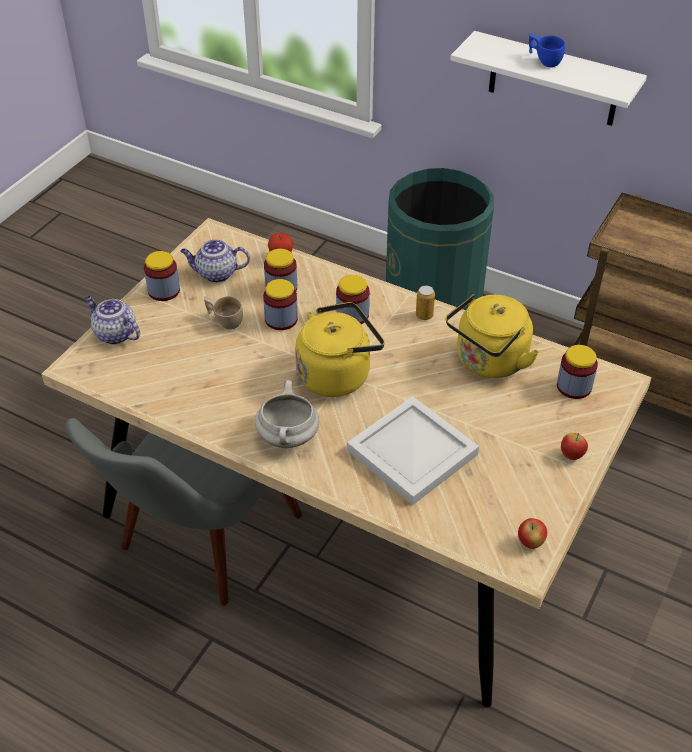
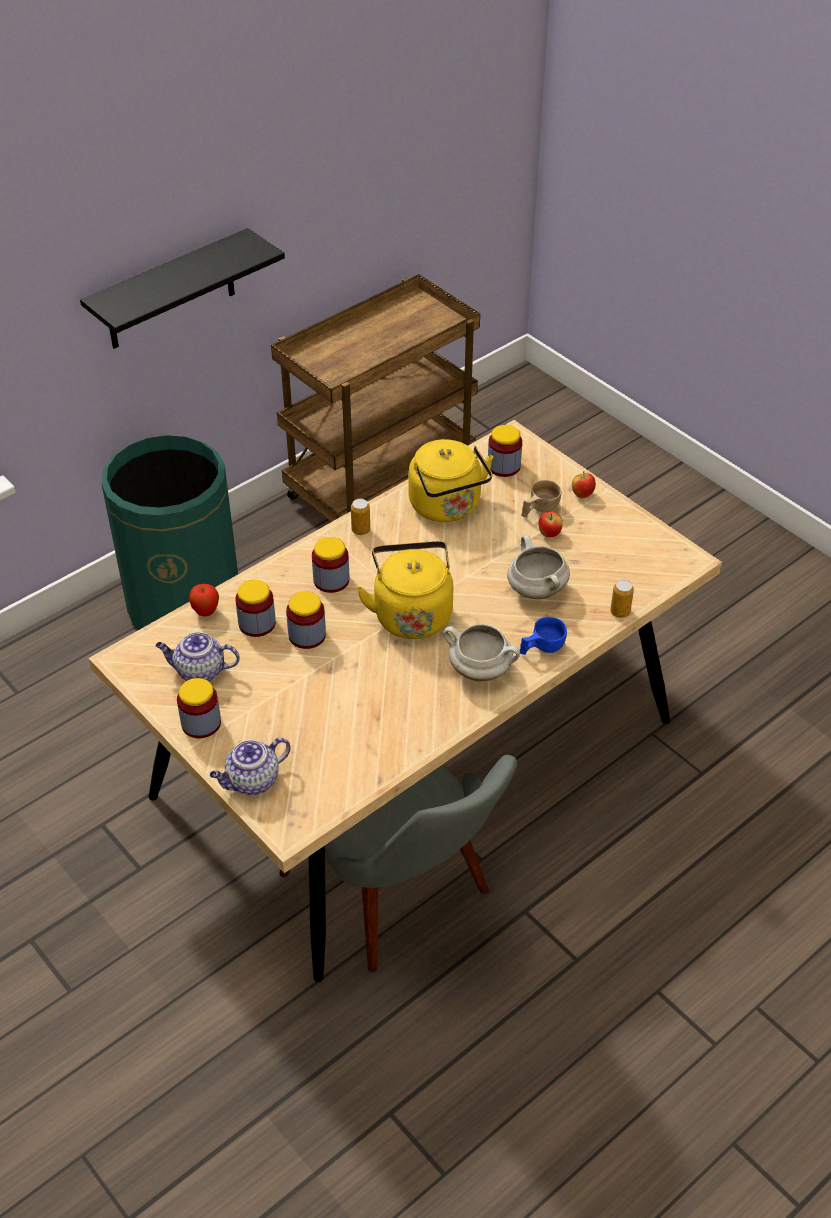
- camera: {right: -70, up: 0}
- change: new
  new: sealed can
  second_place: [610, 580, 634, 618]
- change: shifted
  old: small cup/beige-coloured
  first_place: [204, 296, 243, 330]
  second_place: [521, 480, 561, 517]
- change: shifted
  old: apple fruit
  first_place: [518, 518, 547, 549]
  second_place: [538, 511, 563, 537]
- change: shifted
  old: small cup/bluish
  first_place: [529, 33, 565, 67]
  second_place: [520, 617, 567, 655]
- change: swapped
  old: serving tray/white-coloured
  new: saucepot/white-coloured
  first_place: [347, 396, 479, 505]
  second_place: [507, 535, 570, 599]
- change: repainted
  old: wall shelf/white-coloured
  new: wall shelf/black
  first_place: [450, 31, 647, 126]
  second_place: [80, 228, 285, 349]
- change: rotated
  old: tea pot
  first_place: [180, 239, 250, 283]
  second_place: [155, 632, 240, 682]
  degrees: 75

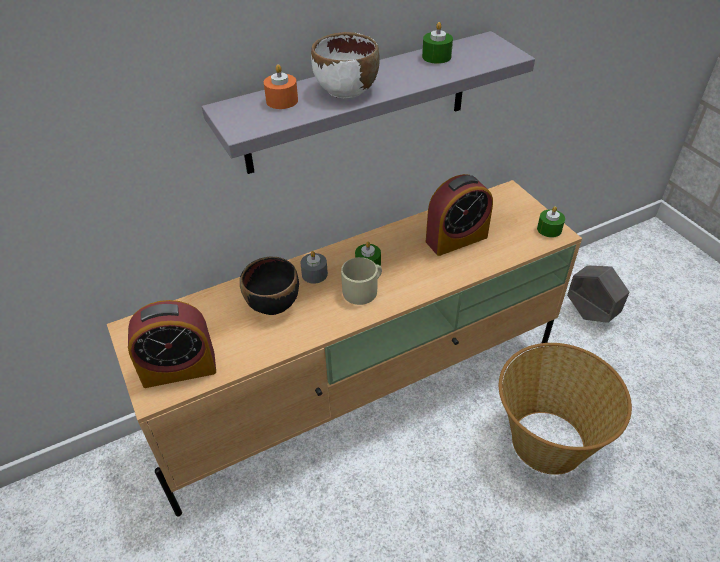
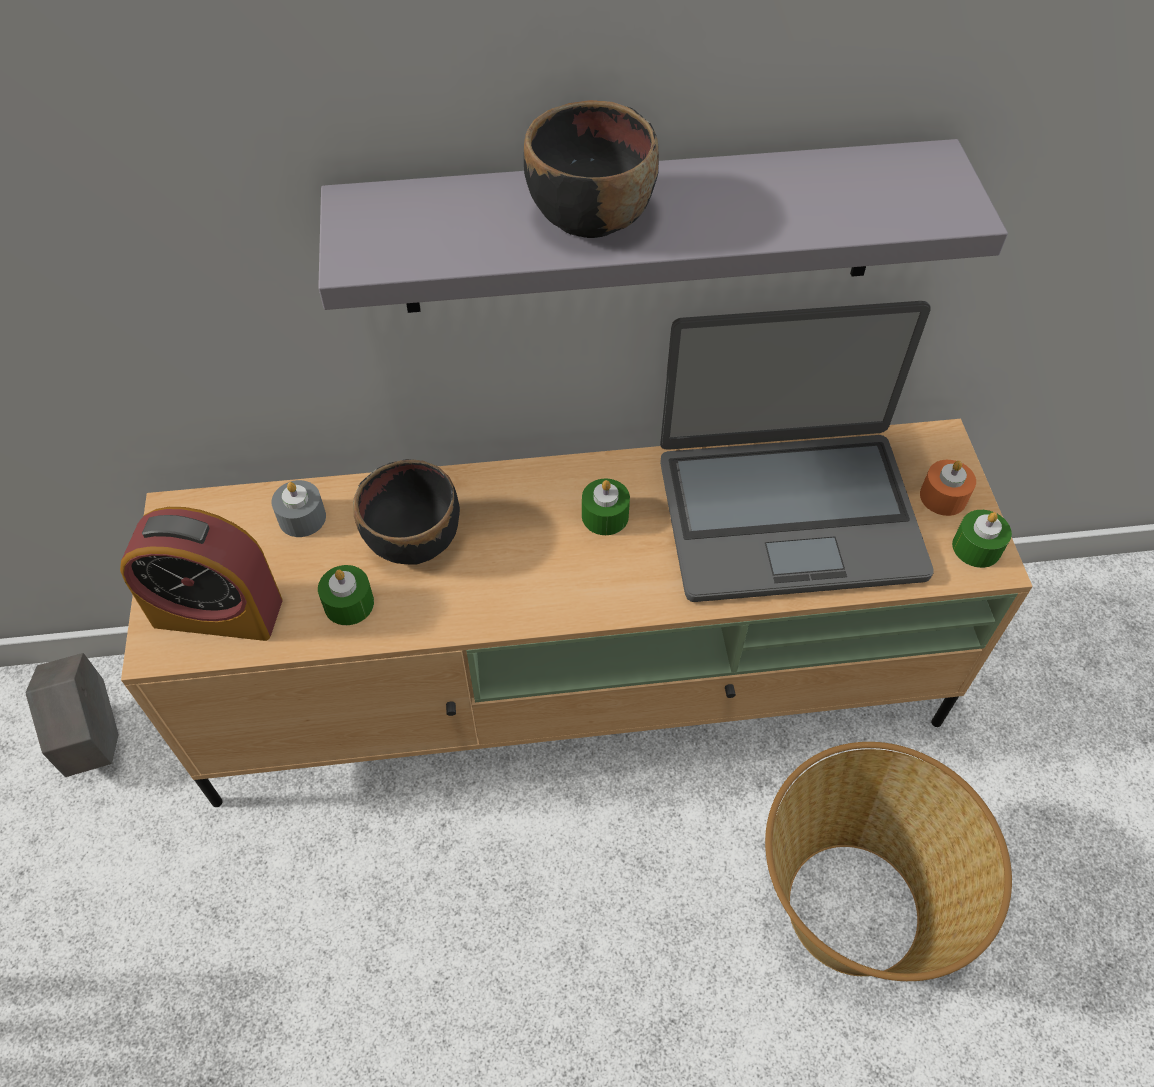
- camera: {right: 20, up: 10}
- change: gone
  old: coffee mug/beige-coloured
  first_place: [341, 257, 382, 305]
- change: shifted
  old: candle/orange
  first_place: [264, 64, 298, 109]
  second_place: [920, 460, 976, 516]
- change: shifted
  old: candle/greyish
  first_place: [300, 251, 328, 284]
  second_place: [271, 480, 326, 537]
- change: shifted
  old: candle/greenish
  first_place: [422, 22, 453, 64]
  second_place: [318, 565, 374, 625]
- change: shifted
  old: flower pot/greyish
  first_place: [567, 265, 629, 323]
  second_place: [26, 653, 118, 777]
- change: swapped
  old: alarm clock
  new: notebook computer
  first_place: [426, 174, 493, 256]
  second_place: [660, 301, 934, 602]
- change: repainted
  old: deep dish/white-coloured
  new: deep dish/black
  first_place: [311, 32, 380, 98]
  second_place: [524, 100, 659, 238]

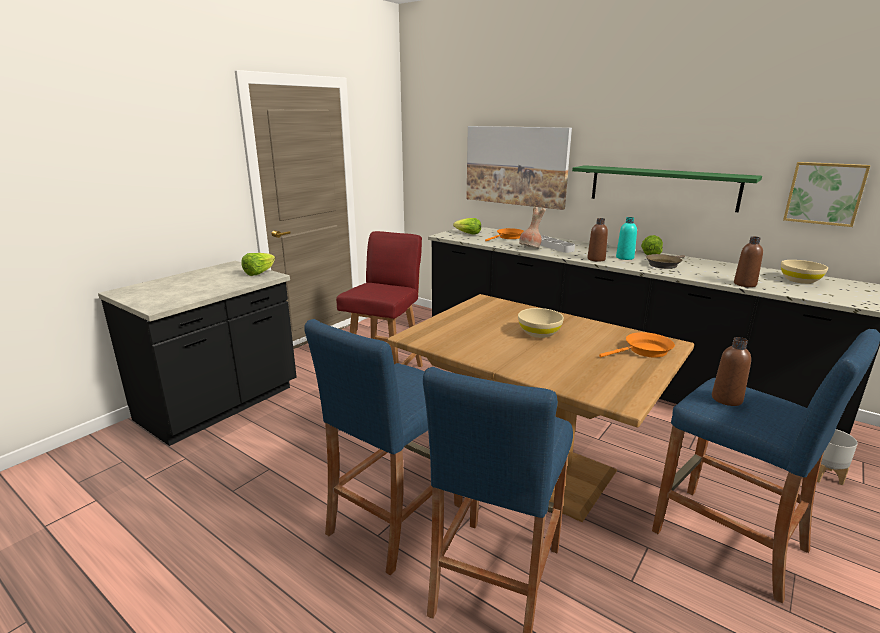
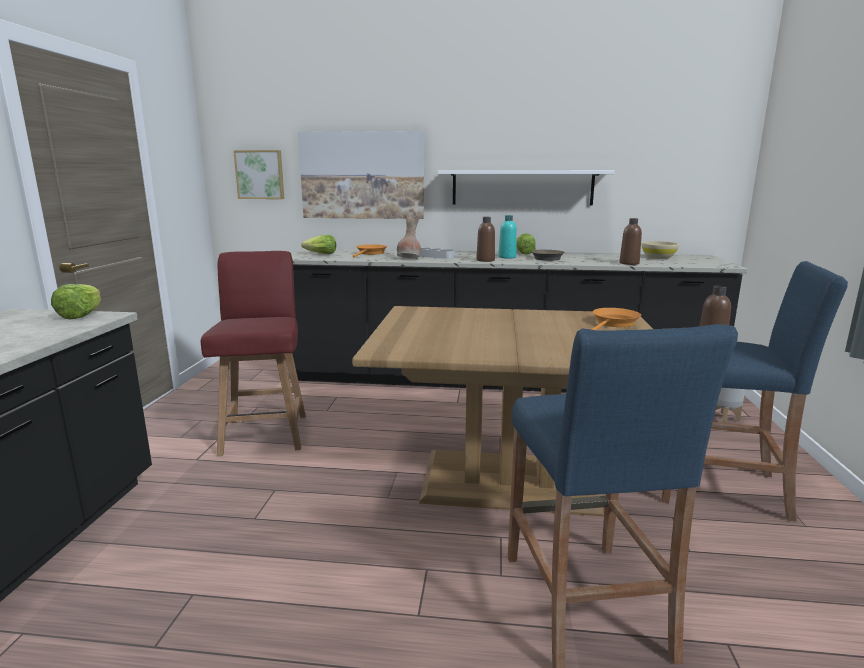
- camera: {right: -30, up: -5}
- change: gone
  old: sitting stool/bluish
  first_place: [304, 319, 462, 576]
- change: gone
  old: deep dish/beige-coloured
  first_place: [518, 308, 564, 338]
- change: shifted
  old: wall picture
  first_place: [783, 162, 870, 227]
  second_place: [233, 150, 284, 199]
- change: repainted
  old: wall shelf/greenish
  new: wall shelf/white-coloured
  first_place: [572, 165, 762, 212]
  second_place: [438, 170, 615, 205]

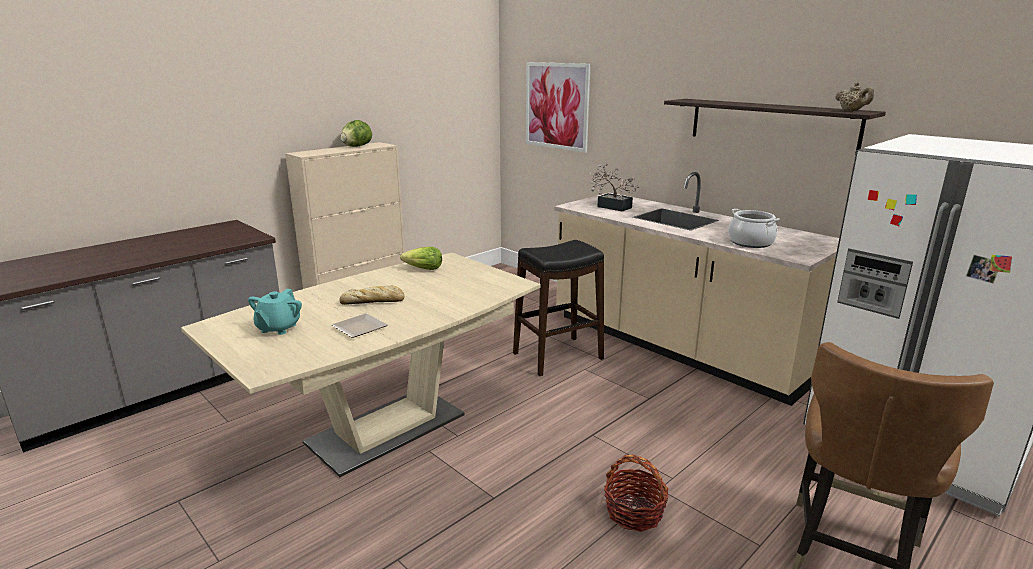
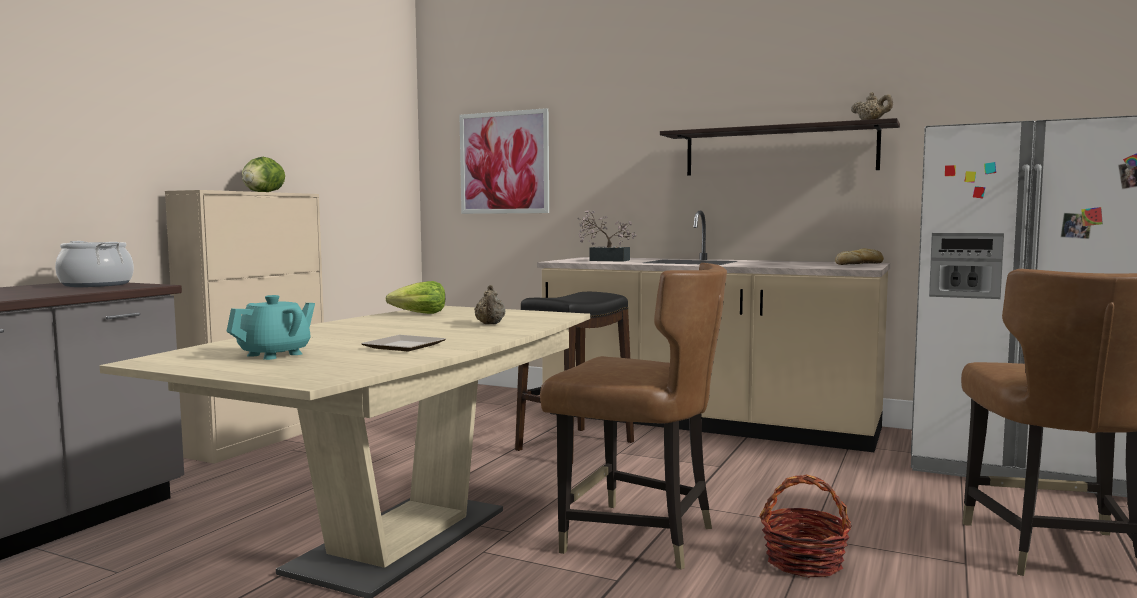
- camera: {right: -20, up: -15}
- change: new
  new: tea pot/beige-coloured
  second_place: [474, 285, 505, 324]
- change: new
  new: chair/brown
  second_place: [540, 263, 727, 570]
- change: shifted
  old: bread
  first_place: [340, 286, 404, 305]
  second_place: [835, 248, 884, 265]
- change: shifted
  old: saucepot
  first_place: [728, 209, 779, 248]
  second_place: [55, 241, 134, 287]
- change: rotated
  old: tea pot/turquoise
  first_place: [248, 289, 302, 335]
  second_place: [226, 295, 315, 360]
  degrees: -135

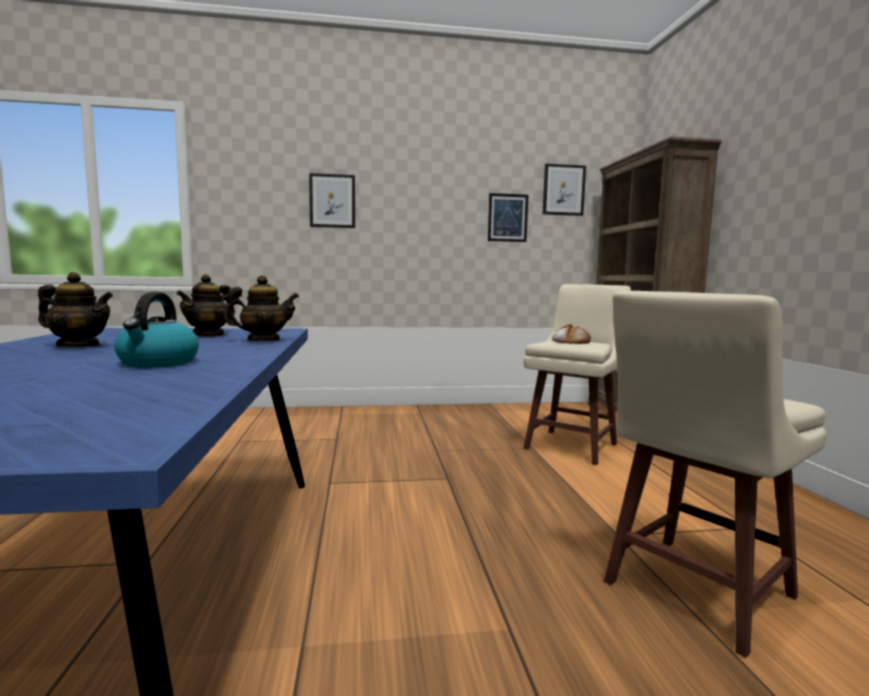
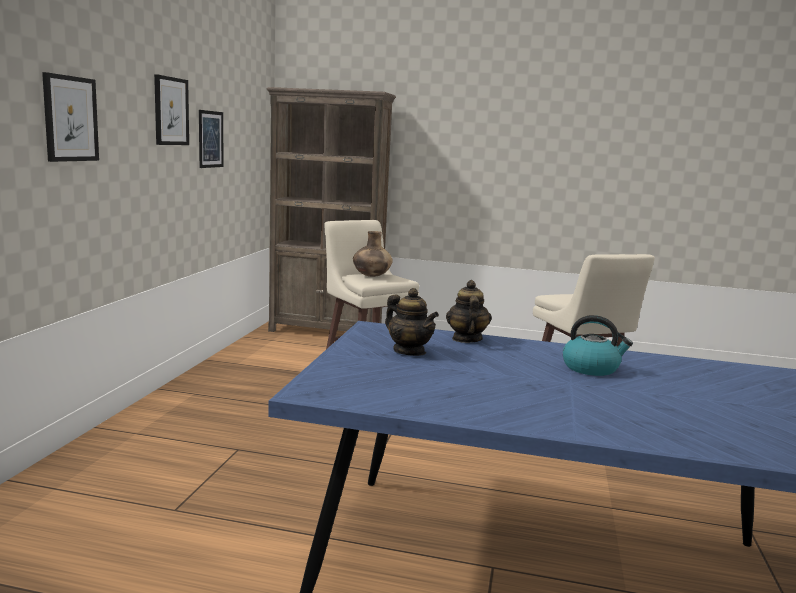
- camera: {right: -70, up: 5}
- change: gone
  old: tea pot
  first_place: [38, 272, 113, 347]
- change: shifted
  old: wall picture
  first_place: [543, 164, 586, 216]
  second_place: [154, 74, 189, 145]
- change: swapped
  old: bread
  new: vase/brown
  first_place: [552, 324, 591, 344]
  second_place: [353, 231, 393, 277]

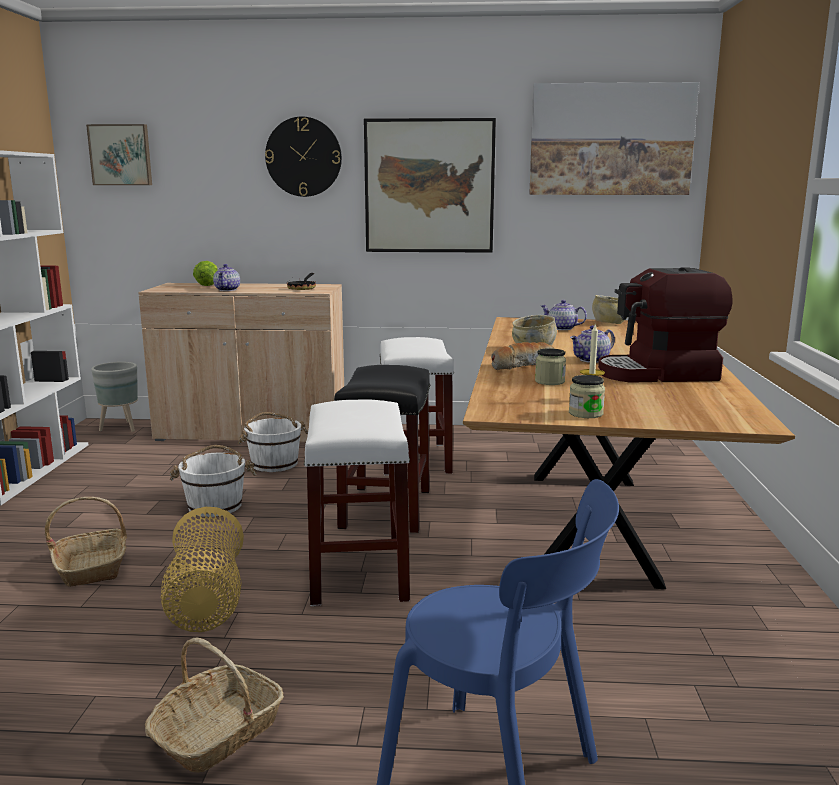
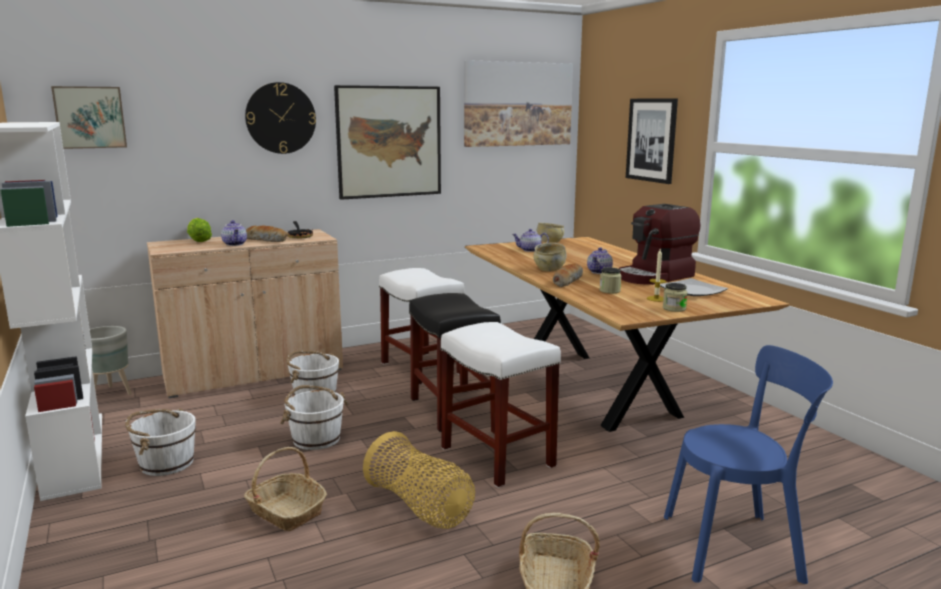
- camera: {right: -30, up: 0}
- change: new
  new: water bucket/white-coloured
  second_place: [125, 408, 196, 476]
- change: new
  new: bread
  second_place: [246, 225, 288, 242]
- change: new
  new: wall picture
  second_place: [626, 98, 678, 184]
- change: new
  new: plate
  second_place: [660, 278, 728, 296]

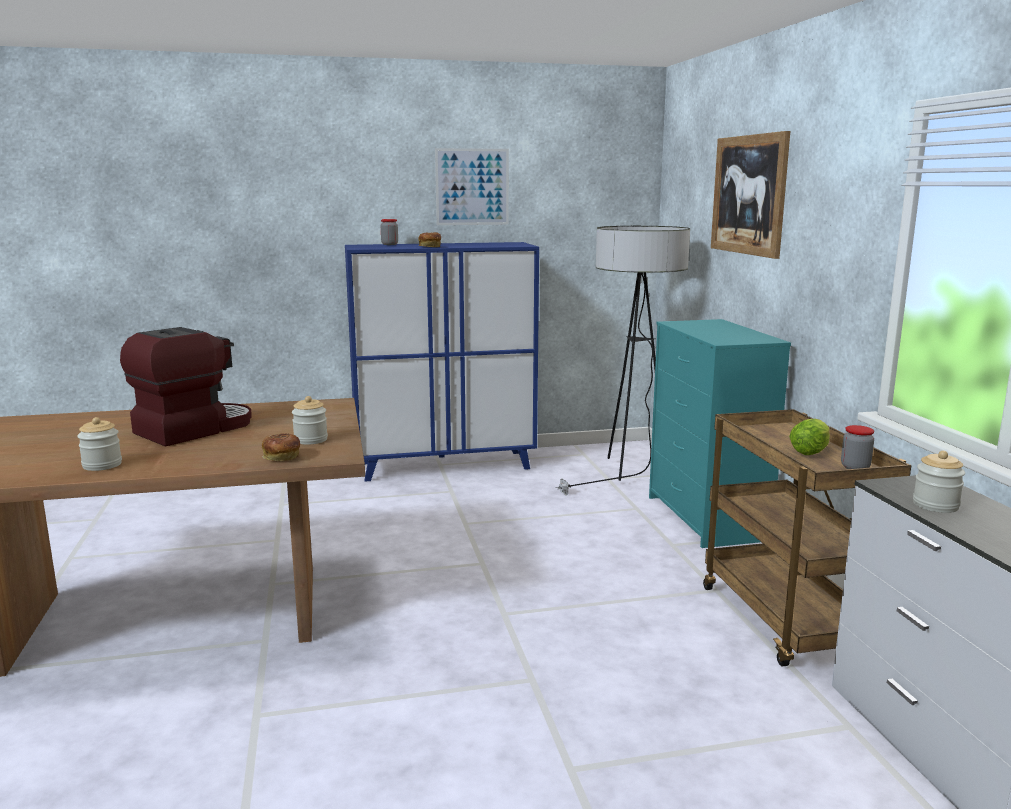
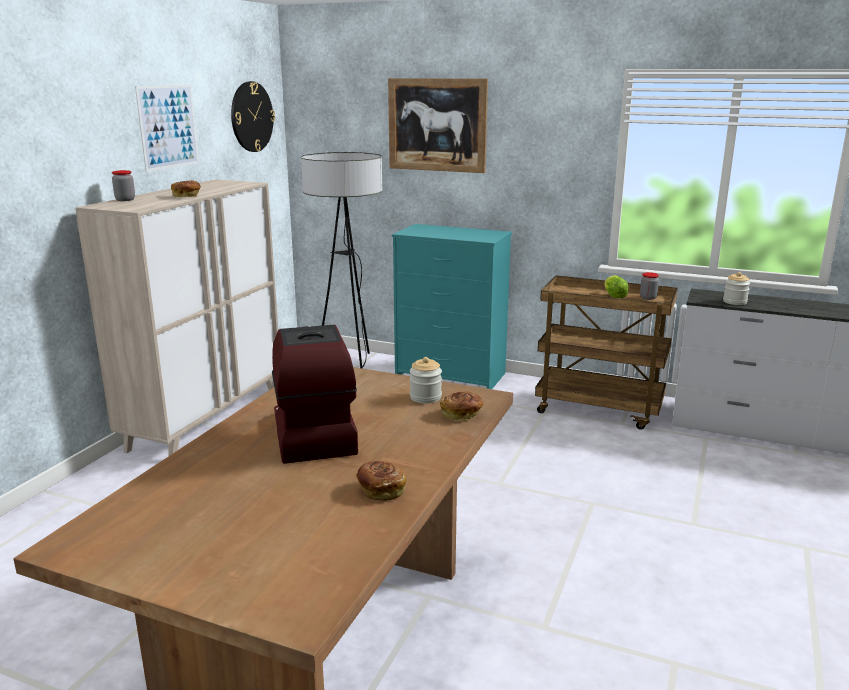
- camera: {right: -55, up: 5}
- change: new
  new: clock on the wall
  second_place: [231, 81, 275, 152]
- change: swapped
  old: storage jar
  new: bread
  first_place: [77, 417, 122, 471]
  second_place: [356, 461, 406, 501]
- change: repainted
  old: storage cabinet/bluish
  new: storage cabinet/beige-coloured
  first_place: [345, 242, 539, 481]
  second_place: [75, 179, 278, 456]

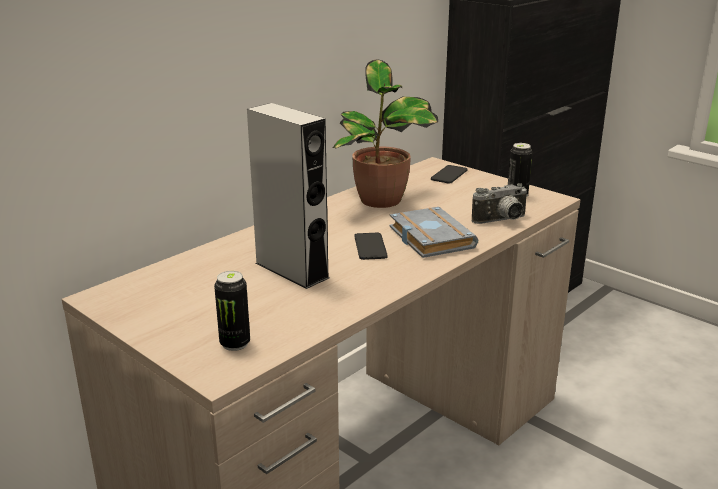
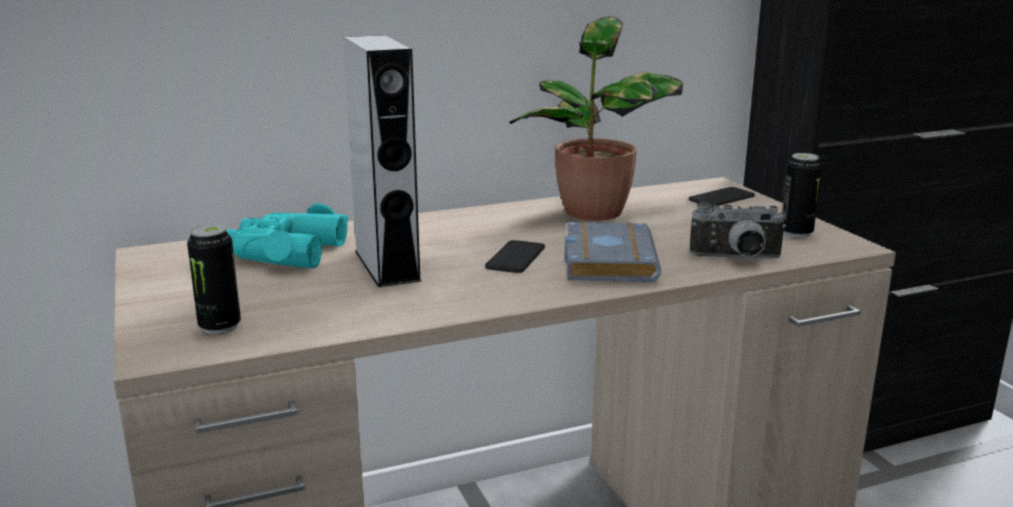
- camera: {right: 25, up: -5}
- change: new
  new: binoculars/turquoise
  second_place: [226, 203, 349, 268]

